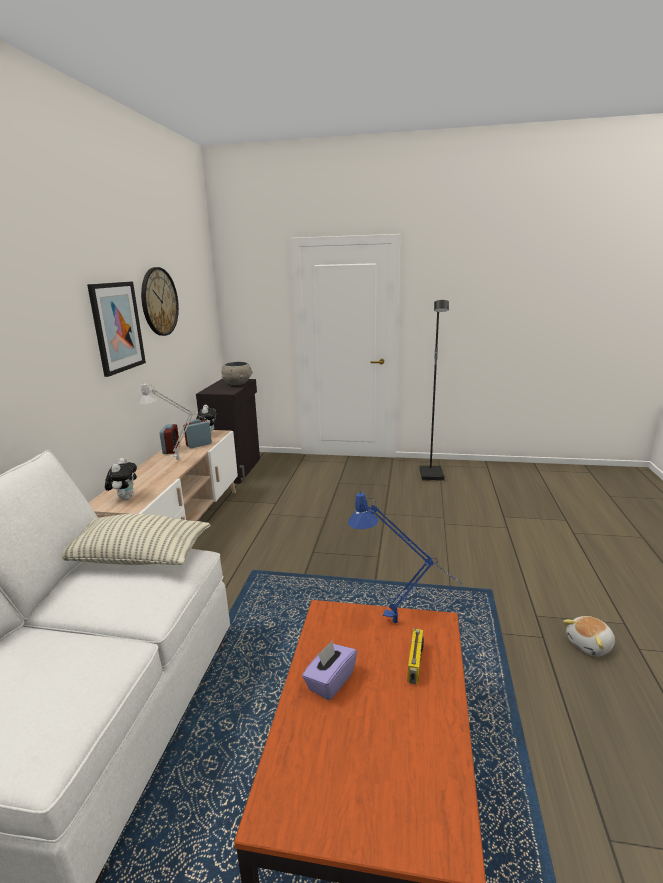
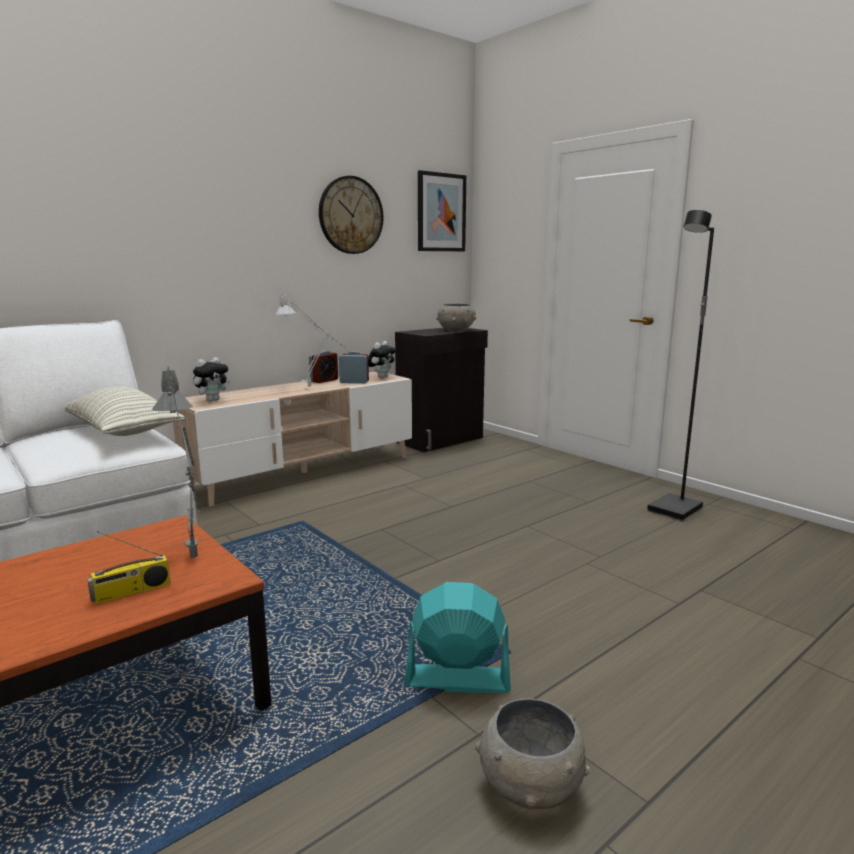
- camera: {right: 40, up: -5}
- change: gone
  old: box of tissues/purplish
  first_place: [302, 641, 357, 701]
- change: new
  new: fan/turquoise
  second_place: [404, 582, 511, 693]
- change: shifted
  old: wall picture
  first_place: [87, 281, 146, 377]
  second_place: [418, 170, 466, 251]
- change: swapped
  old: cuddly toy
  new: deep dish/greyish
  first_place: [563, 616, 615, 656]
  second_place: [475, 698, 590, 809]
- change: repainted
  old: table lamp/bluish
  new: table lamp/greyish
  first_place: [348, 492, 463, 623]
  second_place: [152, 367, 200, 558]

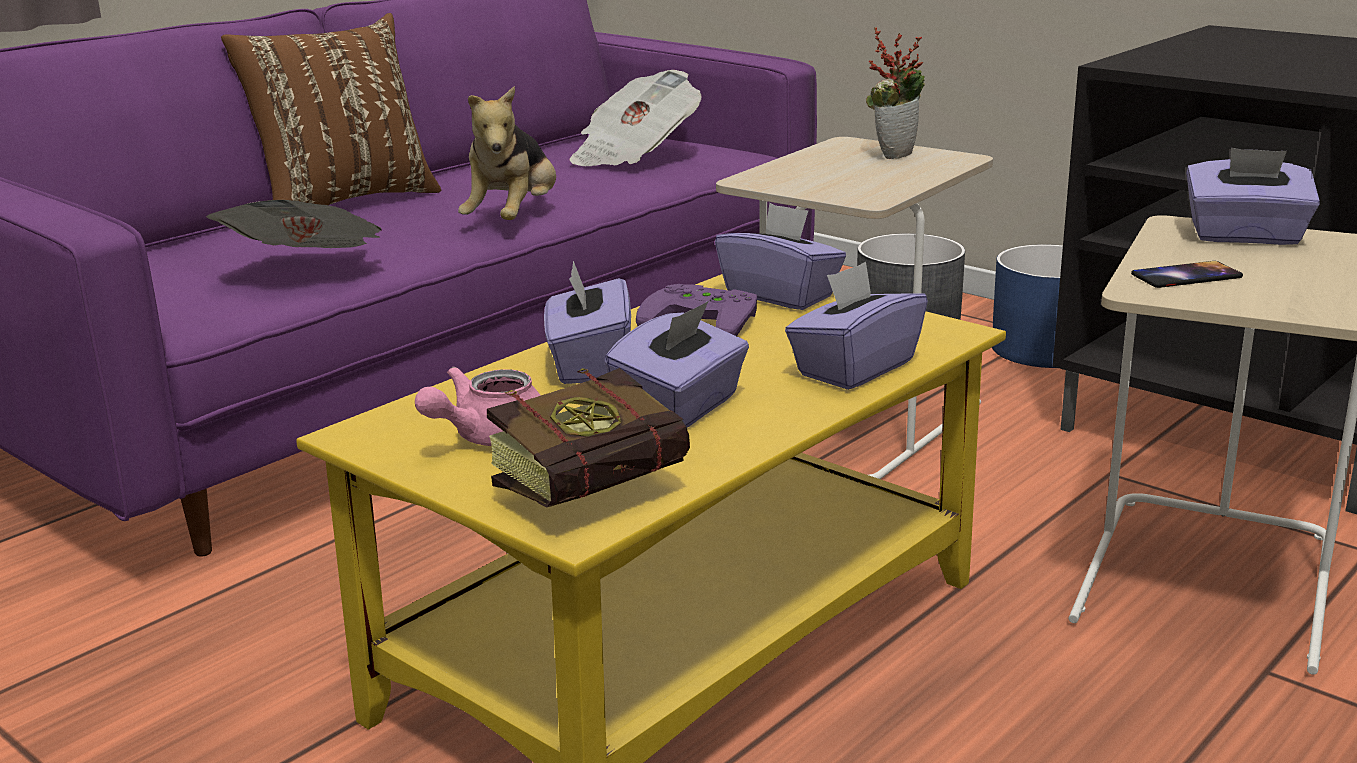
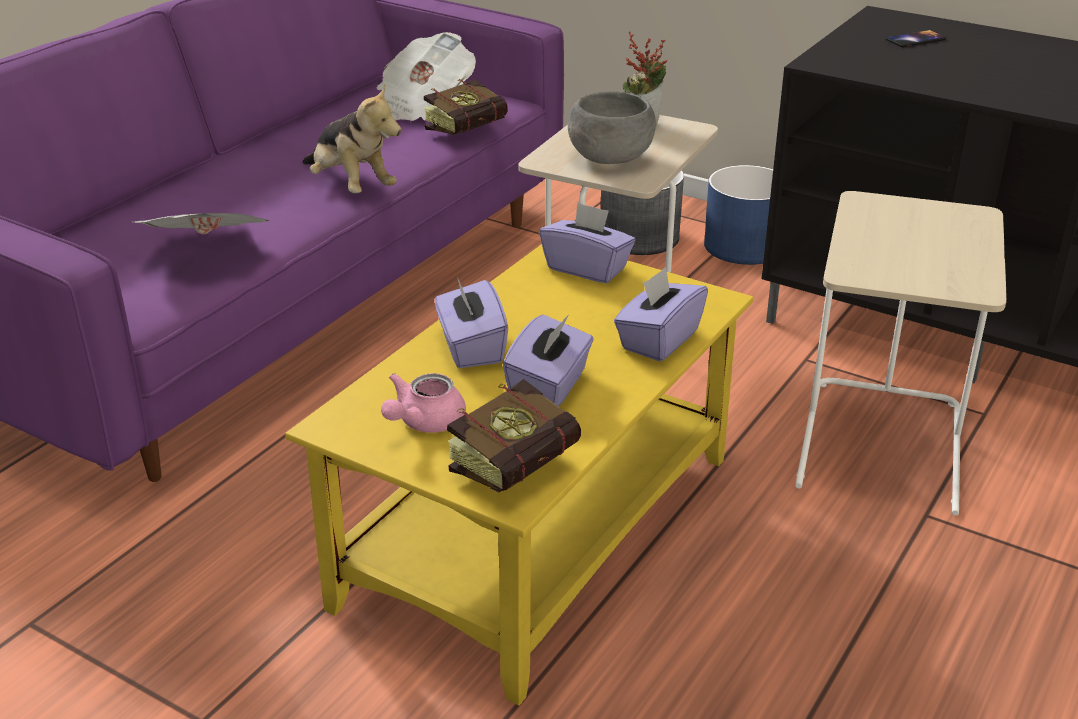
- camera: {right: -10, up: 10}
- change: gone
  old: cushion/brown
  first_place: [221, 13, 441, 205]
- change: gone
  old: game controller/purplish
  first_place: [636, 284, 757, 336]
- change: gone
  old: box of tissues/purplish
  first_place: [1186, 148, 1320, 245]
- change: new
  new: bound book
  second_place: [424, 79, 508, 135]
- change: new
  new: deep dish/greyish
  second_place: [568, 91, 656, 164]
- change: shifted
  old: telephone
  first_place: [1131, 261, 1243, 288]
  second_place: [886, 30, 946, 47]
- change: rotated
  old: cuddly toy
  first_place: [458, 86, 556, 220]
  second_place: [302, 84, 401, 193]
  degrees: -45

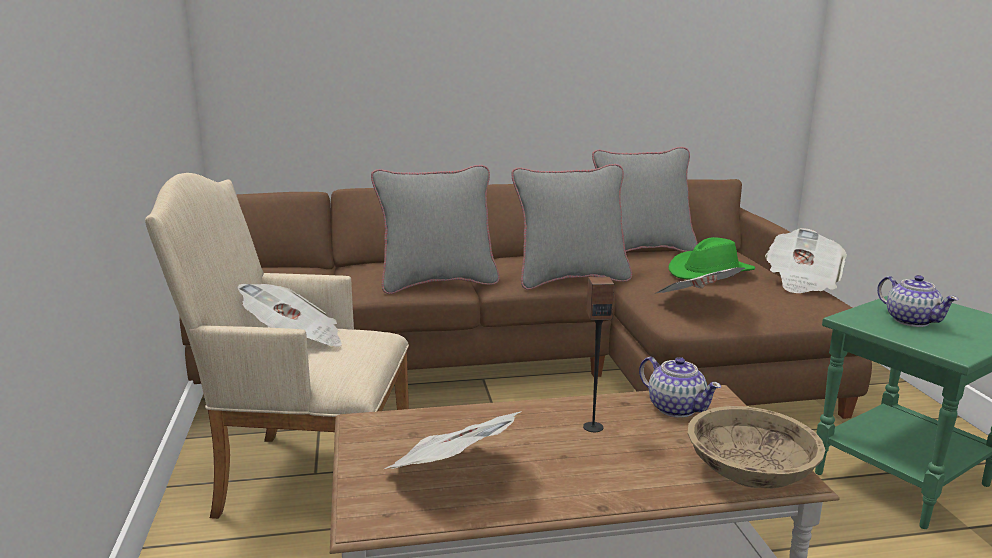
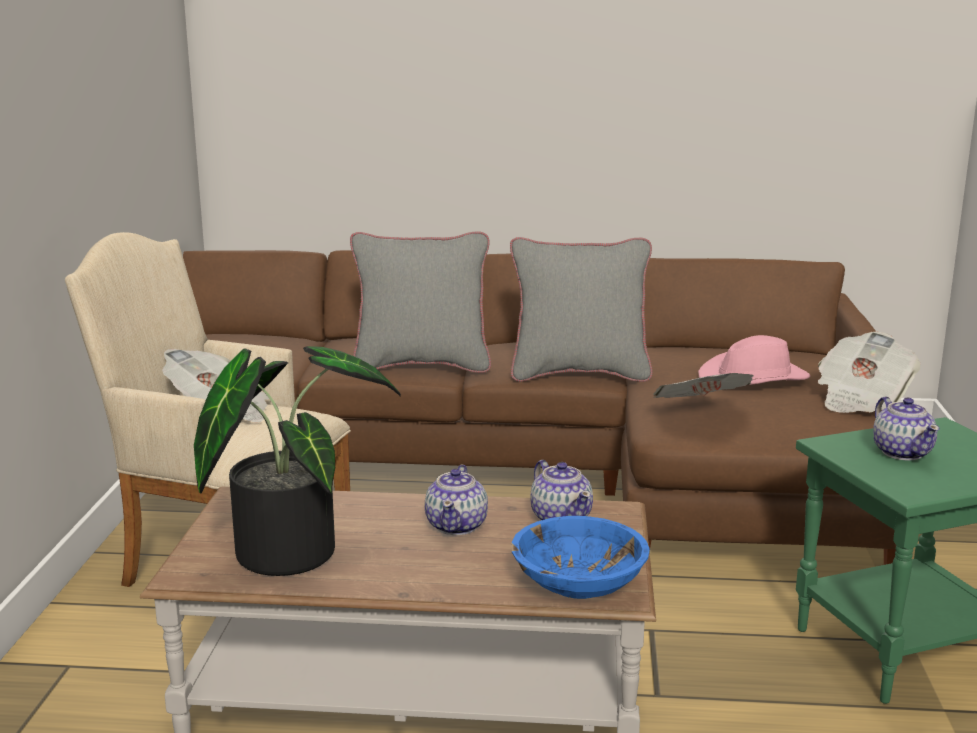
- camera: {right: 15, up: 0}
- change: gone
  old: cushion/greyish
  first_place: [592, 147, 698, 252]
- change: swapped
  old: newspaper
  new: houseplant
  first_place: [385, 411, 522, 469]
  second_place: [194, 346, 401, 576]
- change: swapped
  old: speaker
  new: tea pot
  first_place: [583, 277, 614, 432]
  second_place: [425, 464, 488, 535]
- change: repainted
  old: clothing hat/greenish
  new: clothing hat/pinkish
  first_place: [669, 237, 755, 280]
  second_place: [698, 335, 810, 385]
- change: repainted
  old: deep dish/beige-coloured
  new: deep dish/bluish
  first_place: [688, 406, 825, 488]
  second_place: [511, 516, 650, 599]

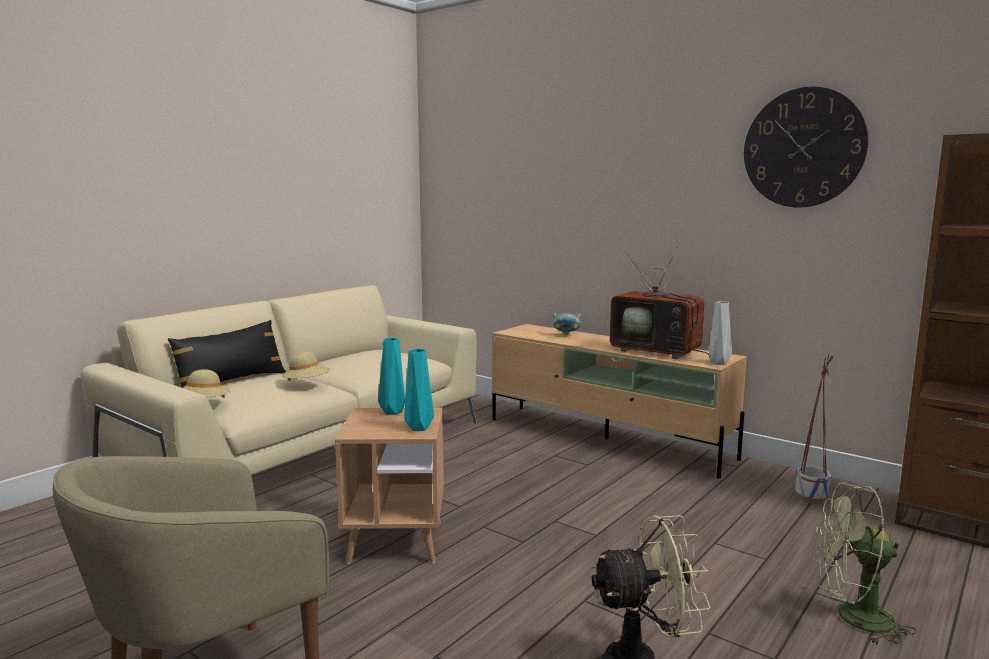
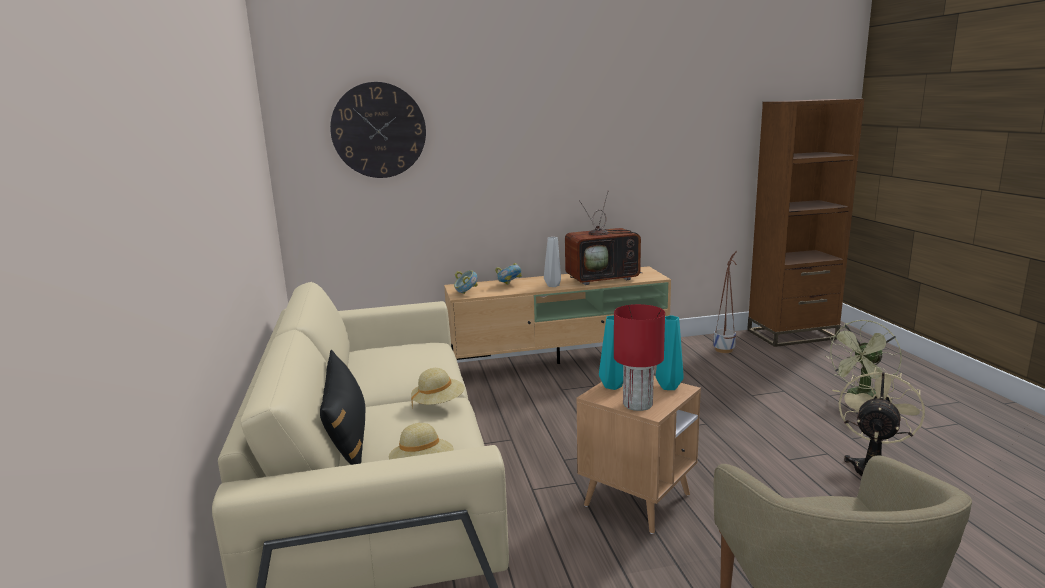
- camera: {right: -50, up: 5}
- change: new
  new: deep dish
  second_place: [454, 270, 478, 294]
- change: new
  new: table lamp/red-coloured
  second_place: [614, 304, 665, 411]
- change: shifted
  old: vase/greyish
  first_place: [709, 301, 732, 365]
  second_place: [544, 237, 561, 287]
- change: shifted
  old: clock on the wall
  first_place: [744, 87, 868, 208]
  second_place: [330, 82, 426, 178]

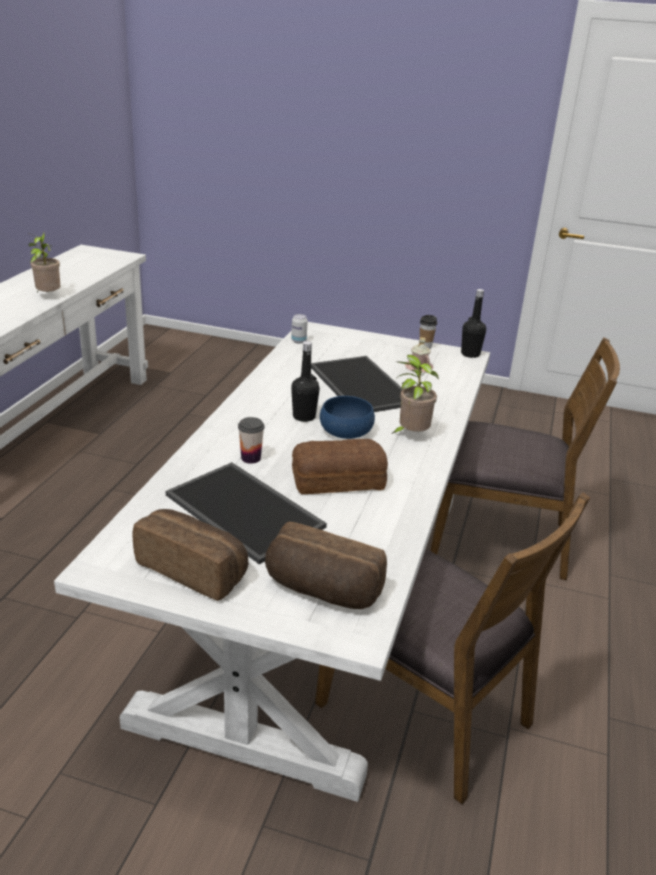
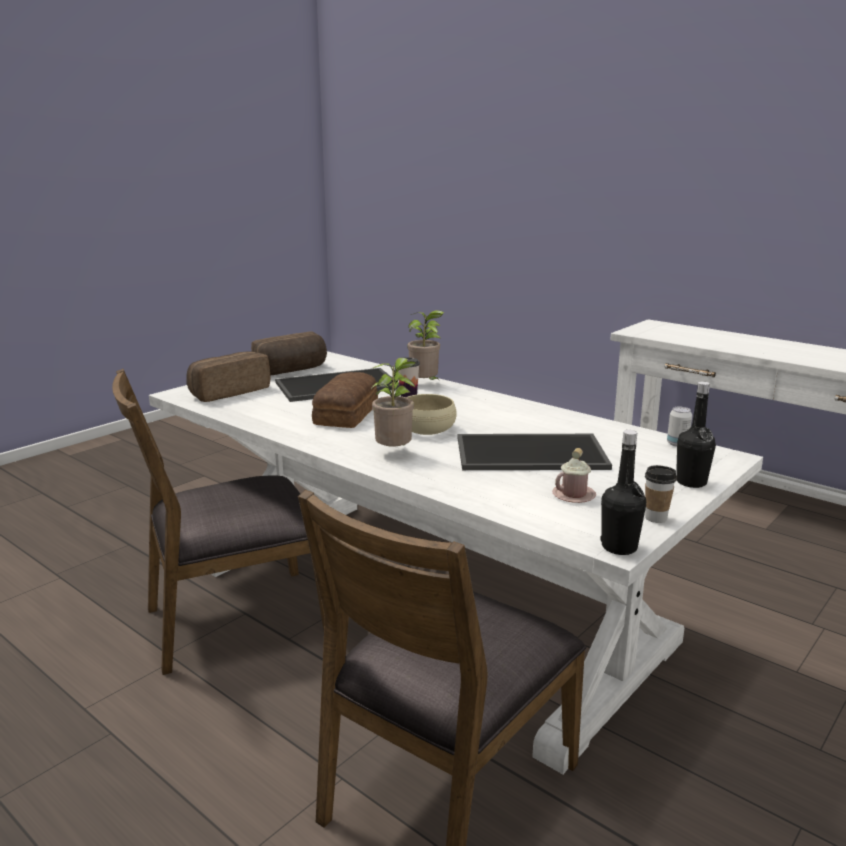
- camera: {right: 115, up: -10}
- change: shifted
  old: houseplant
  first_place: [29, 233, 61, 293]
  second_place: [408, 310, 445, 381]
- change: shifted
  old: bottle/black
  first_place: [291, 341, 320, 422]
  second_place: [676, 382, 716, 488]
- change: repainted
  old: deep dish/bluish
  new: deep dish/beige-coloured
  first_place: [320, 396, 375, 439]
  second_place: [406, 394, 457, 435]

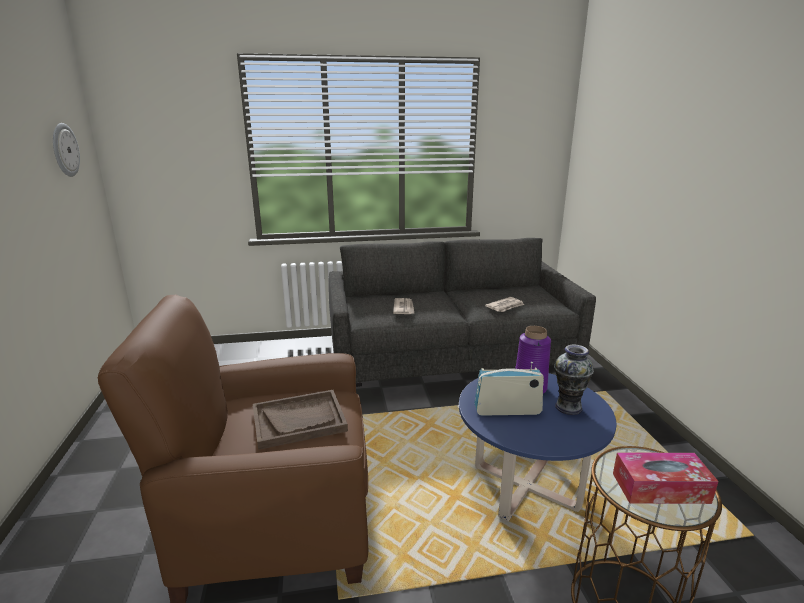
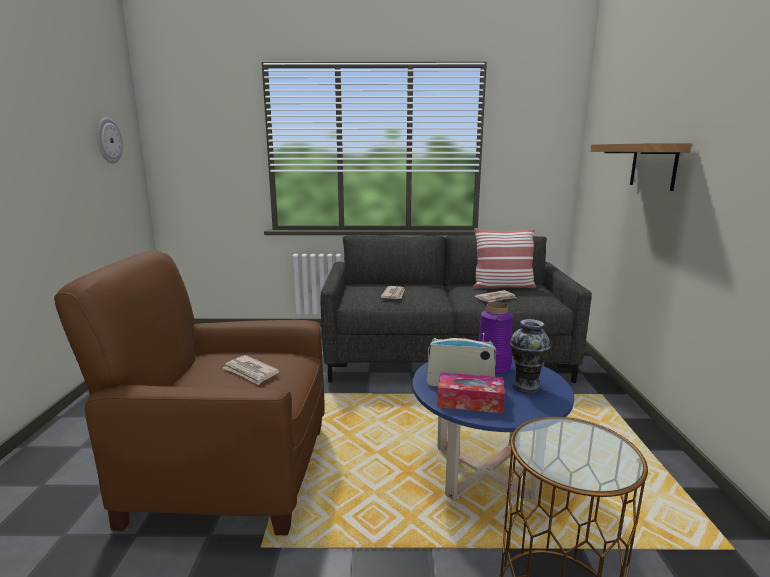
- camera: {right: 10, up: -5}
- change: new
  new: cushion
  second_place: [473, 228, 536, 289]
- change: new
  new: wall shelf
  second_place: [591, 143, 691, 191]
- change: shifted
  old: box of tissues
  first_place: [613, 452, 719, 504]
  second_place: [437, 372, 505, 413]
- change: swapped
  old: serving tray/brown
  new: newspaper
  first_place: [253, 390, 348, 450]
  second_place: [223, 355, 279, 385]

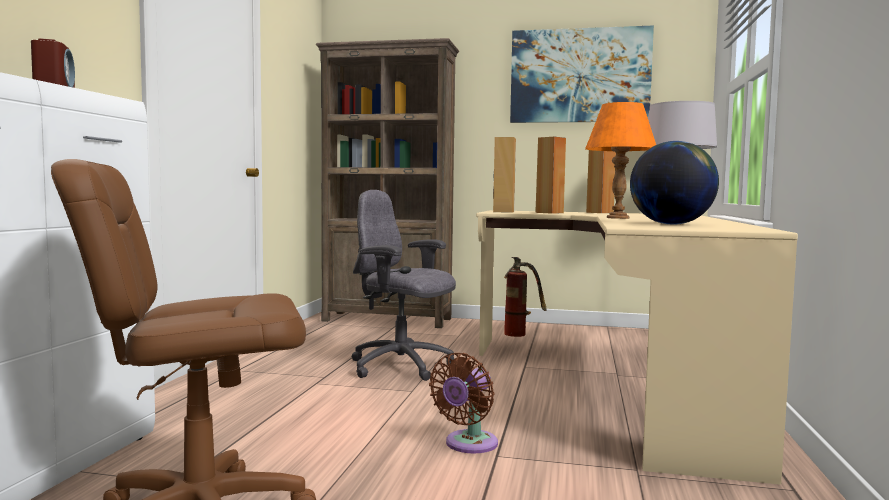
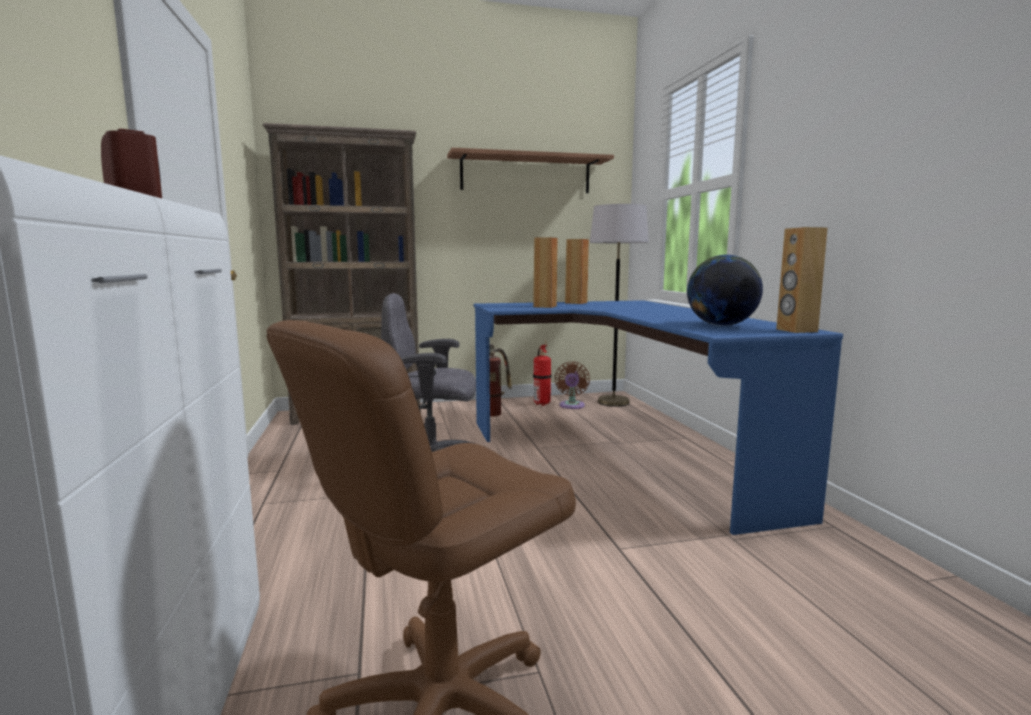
- camera: {right: -25, up: 5}
- change: gone
  old: table lamp/orange
  first_place: [585, 102, 656, 219]
- change: new
  new: fire-fighting cylinder
  second_place: [533, 340, 552, 406]
- change: shifted
  old: fan/brown
  first_place: [429, 353, 498, 453]
  second_place: [555, 361, 590, 409]
- change: shifted
  old: speaker/brown
  first_place: [493, 137, 516, 213]
  second_place: [776, 227, 828, 333]
- change: swapped
  old: wall picture
  new: wall shelf
  first_place: [510, 25, 654, 123]
  second_place: [447, 148, 614, 193]
- change: repainted
  old: desk/beige-coloured
  new: desk/bluish
  first_place: [476, 210, 798, 485]
  second_place: [473, 300, 843, 535]

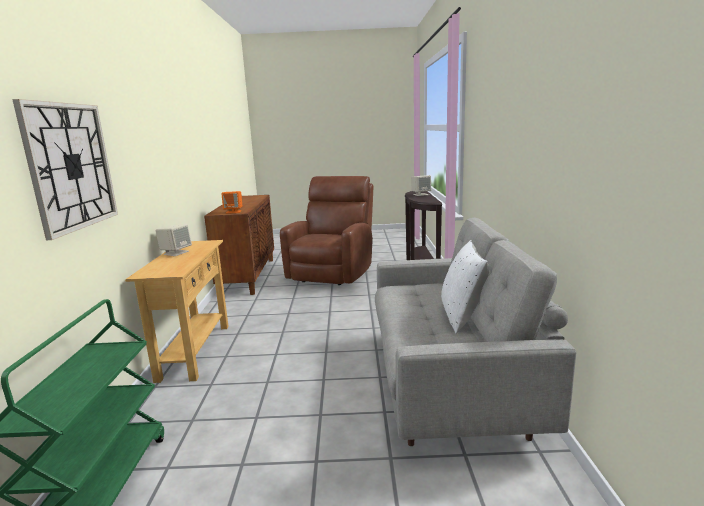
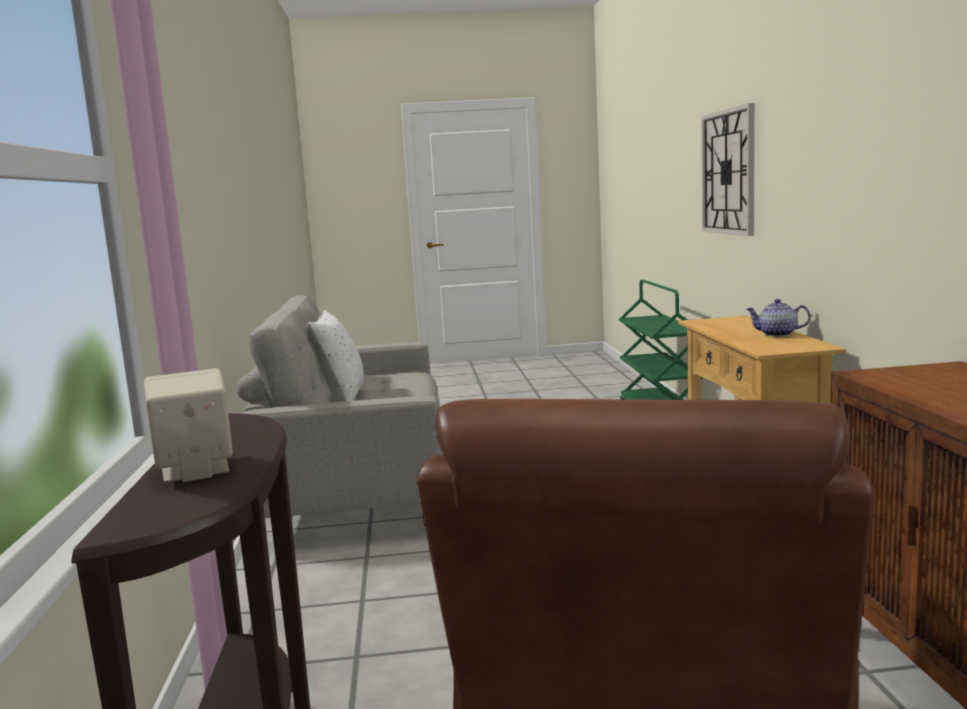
- camera: {right: 175, up: -5}
- change: gone
  old: speaker/orange
  first_place: [221, 191, 242, 214]
- change: swapped
  old: speaker/beige-coloured
  new: tea pot
  first_place: [156, 224, 192, 256]
  second_place: [746, 299, 811, 337]

